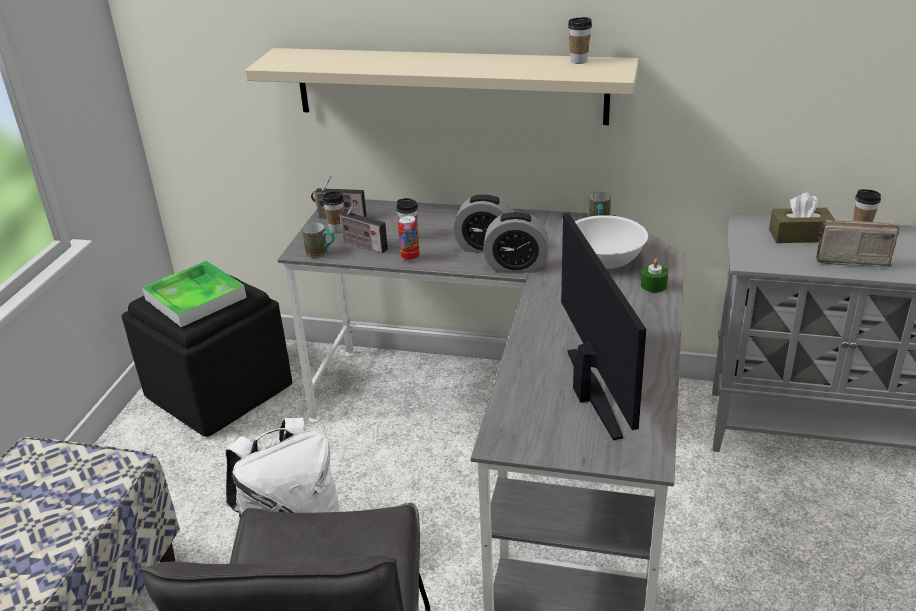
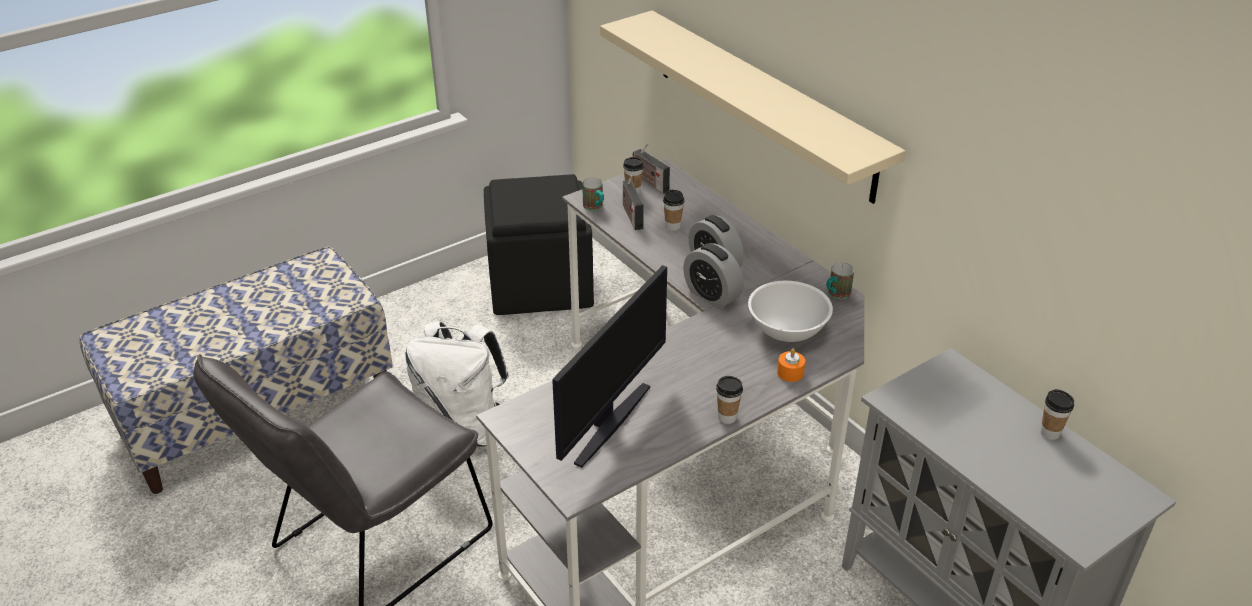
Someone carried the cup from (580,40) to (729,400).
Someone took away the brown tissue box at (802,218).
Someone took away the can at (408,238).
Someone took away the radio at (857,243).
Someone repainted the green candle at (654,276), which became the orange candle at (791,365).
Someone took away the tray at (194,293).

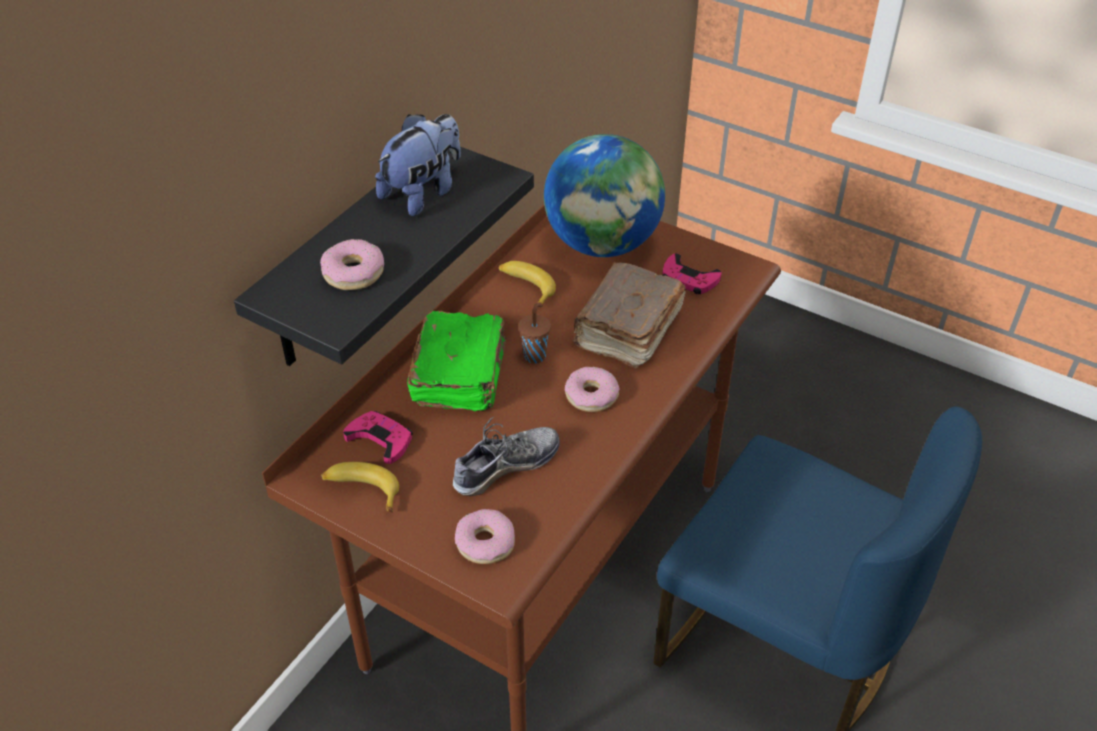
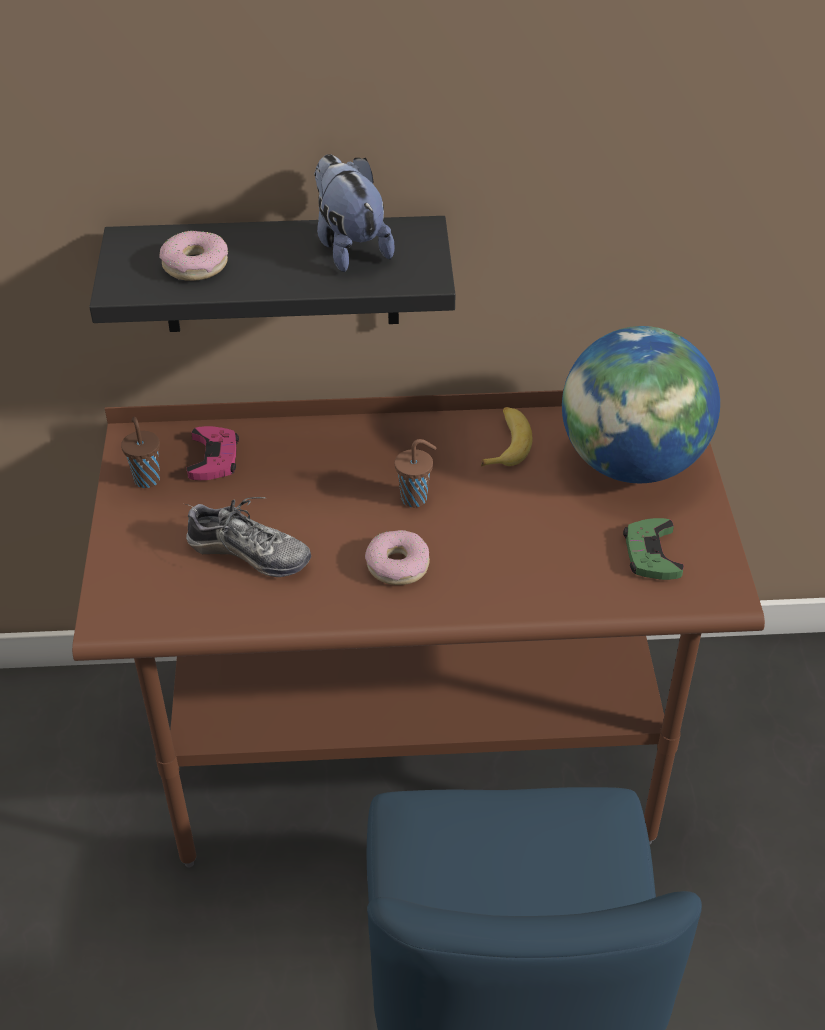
Someone rotated the plush toy at (418,165) by 120 degrees counterclockwise.
Someone repainted the pink game controller at (692,274), which became the green game controller at (653,549).
Someone took away the brown book at (629,315).
Someone took away the green book at (456,361).
Someone swapped the banana at (360,487) for the brown cup at (140,452).
Someone took away the donut at (485,536).

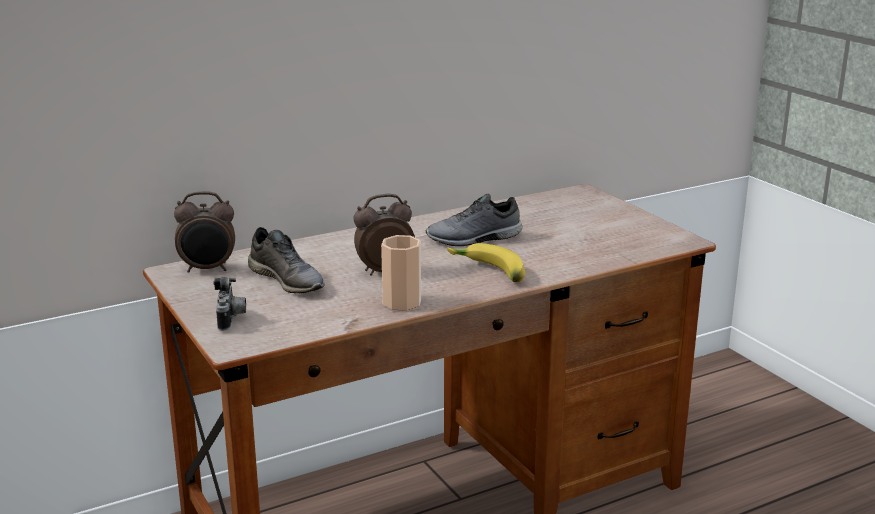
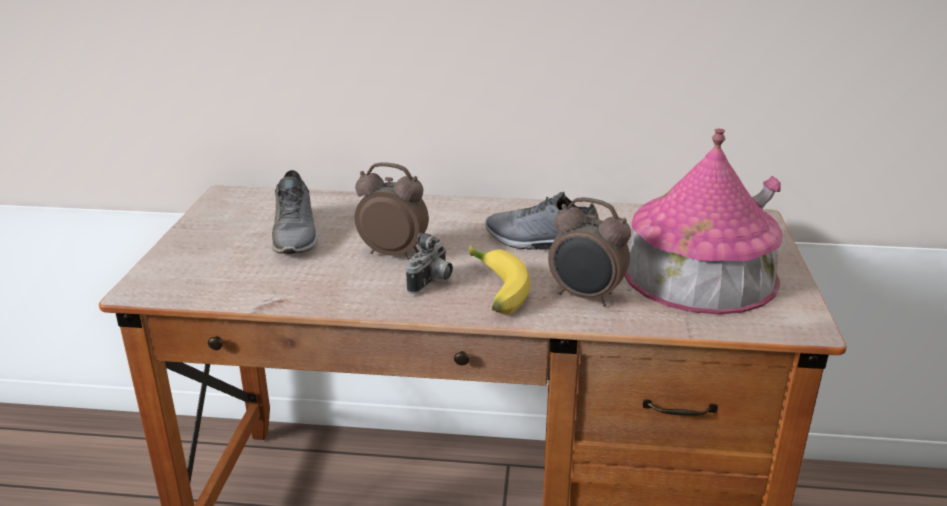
Someone carried the alarm clock from (204,232) to (589,252).
Someone took away the cup at (401,273).
Someone carried the photo camera from (229,304) to (429,263).
Someone put down the toy house at (703,222).

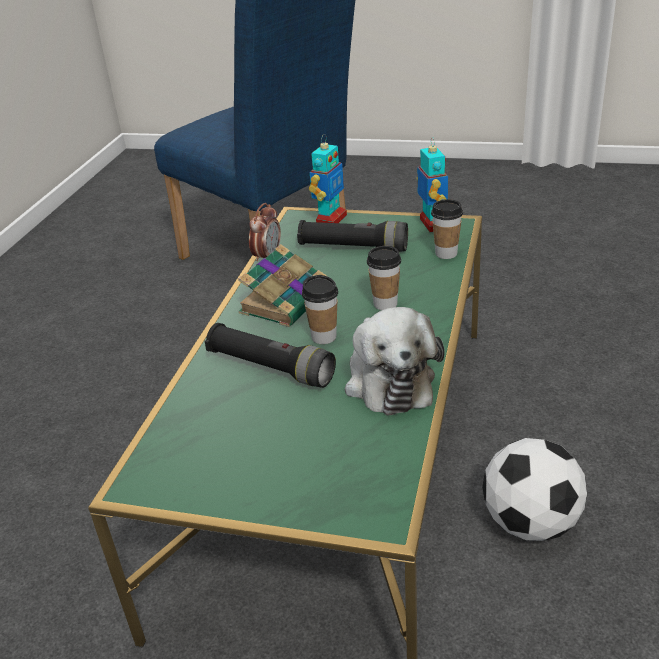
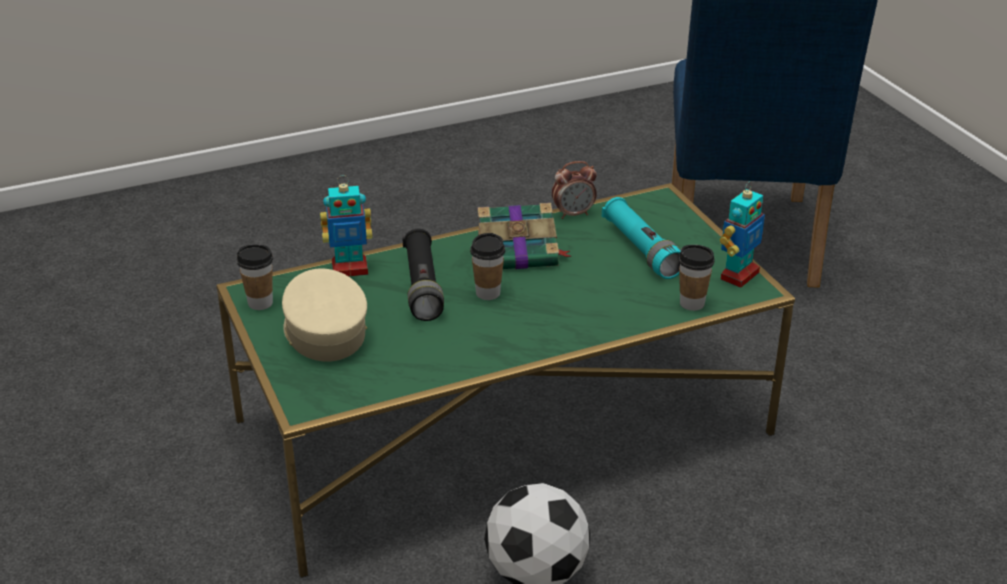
Someone carried the toy robot from (328,178) to (346,225).
Someone repainted the black flashlight at (352,236), which became the turquoise flashlight at (641,238).
Someone carried the cup from (384,278) to (255,277).
Someone took away the plush toy at (394,361).
Someone put down the beige cap at (324,315).

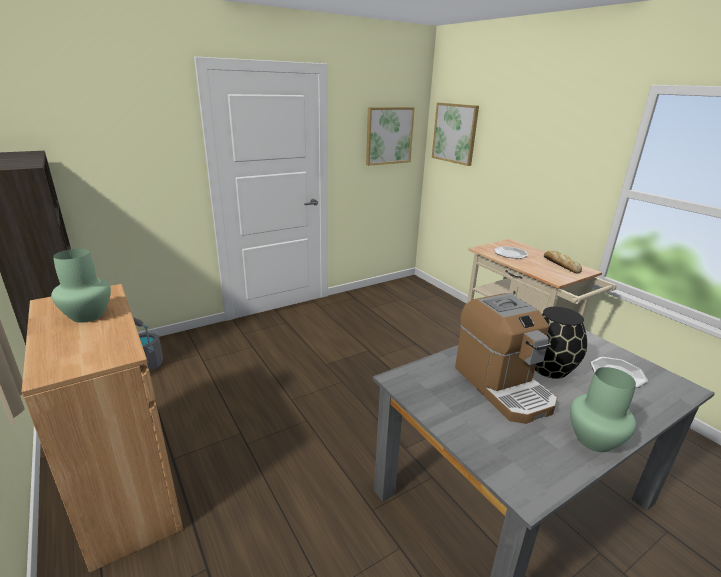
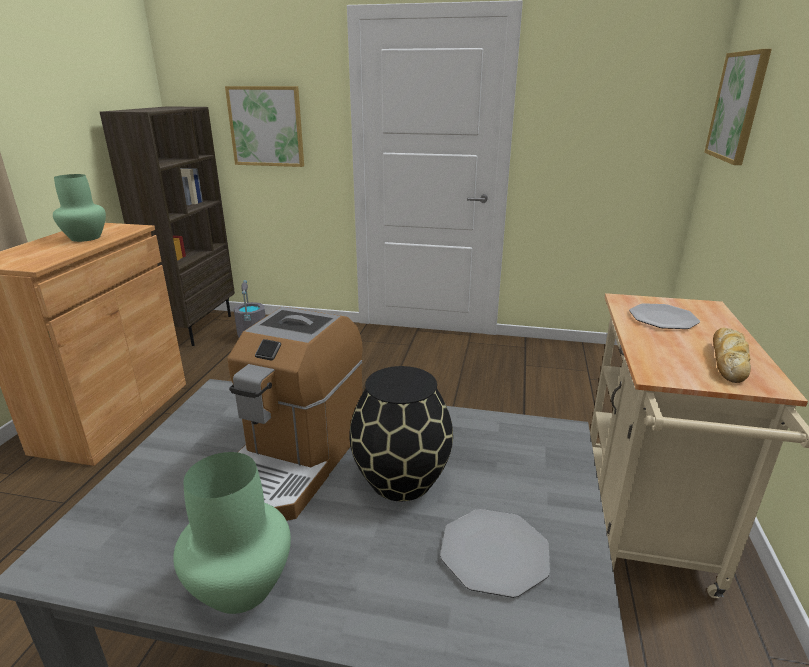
Someone carried the picture from (390,136) to (264,126).

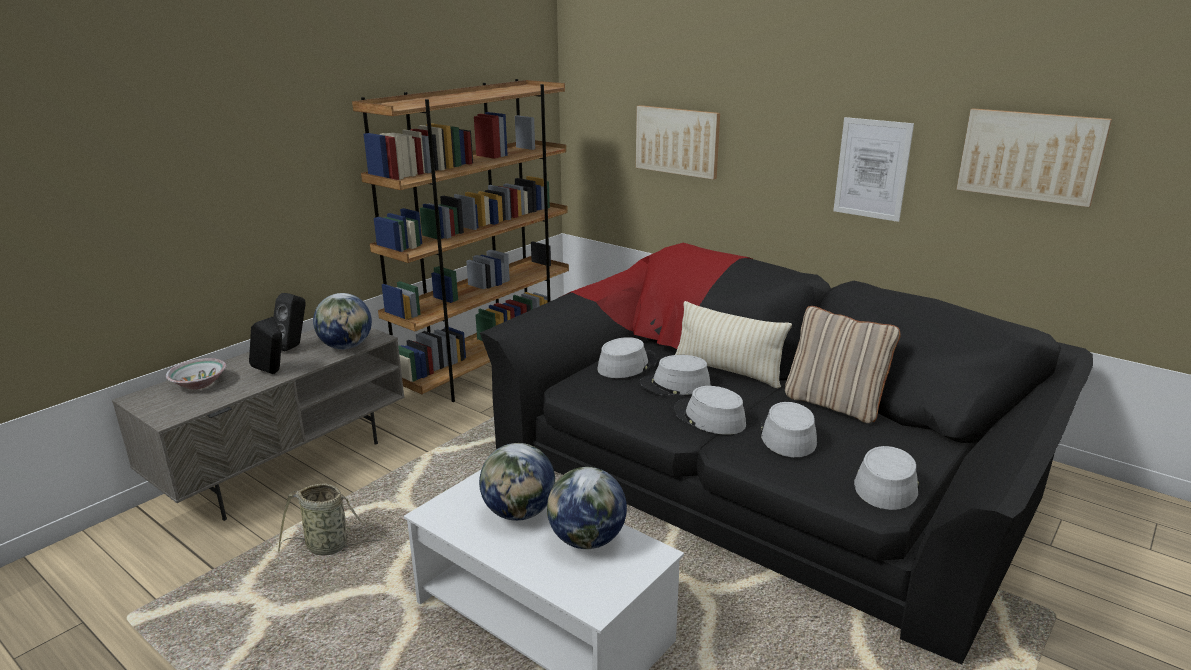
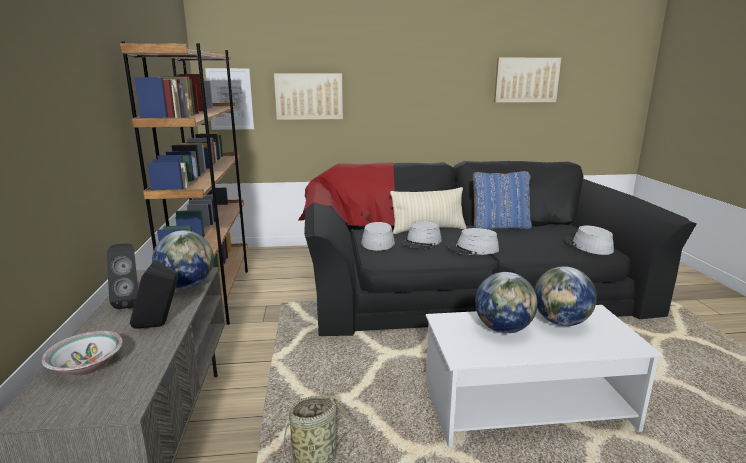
Someone carried the picture from (873,169) to (229,99).
Someone repainted the beige pillow at (843,364), which became the blue pillow at (502,200).
Someone took away the grey hat at (789,429).

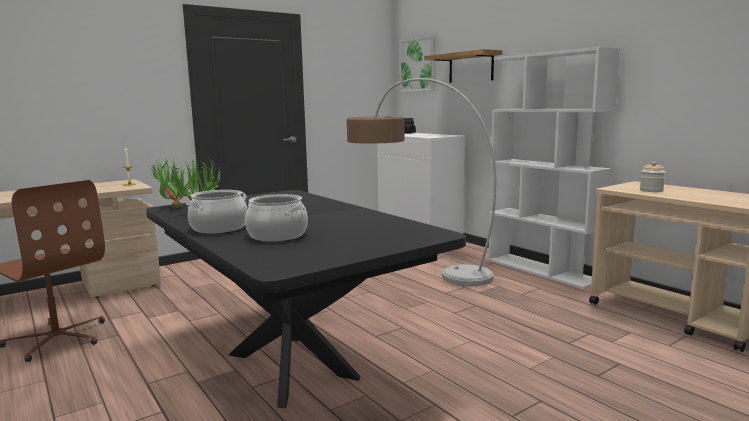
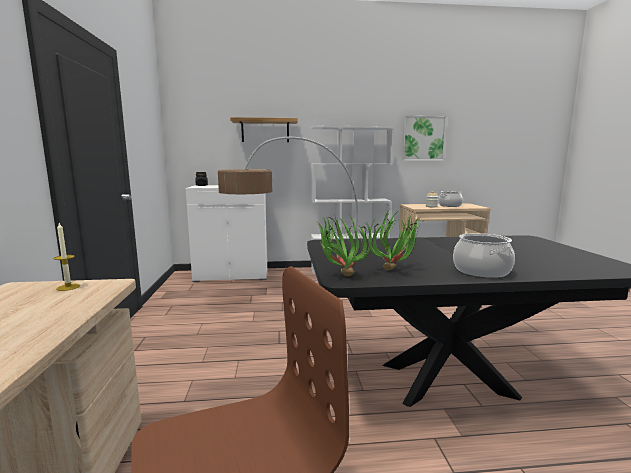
Someone carried the picture from (417,64) to (424,138).
Someone carried the cooking pot from (276,218) to (450,199).

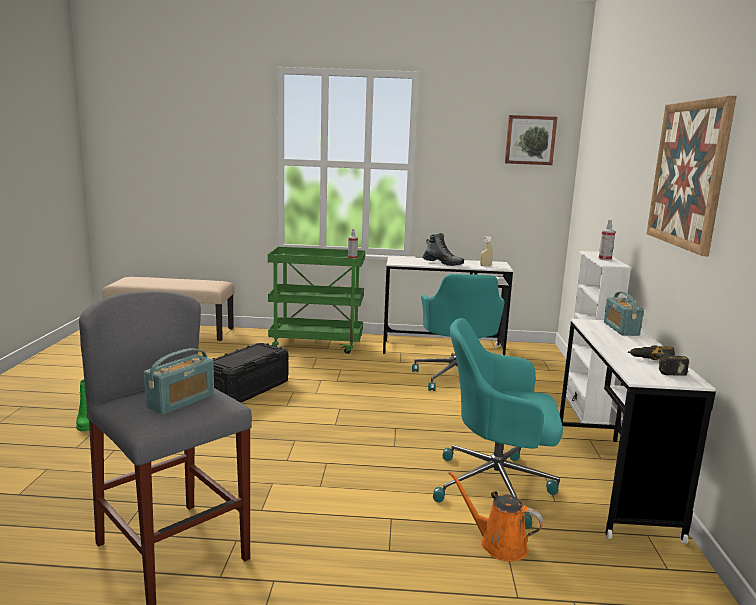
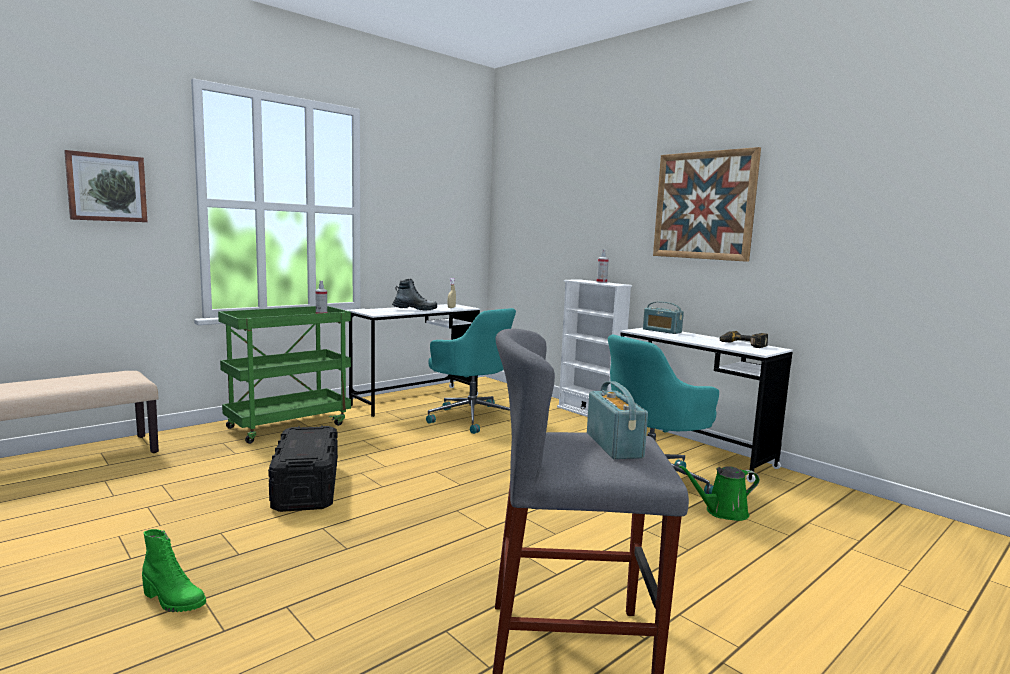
Someone carried the picture from (531,140) to (105,186).
Someone repainted the orange watering can at (496,516), which became the green watering can at (719,493).

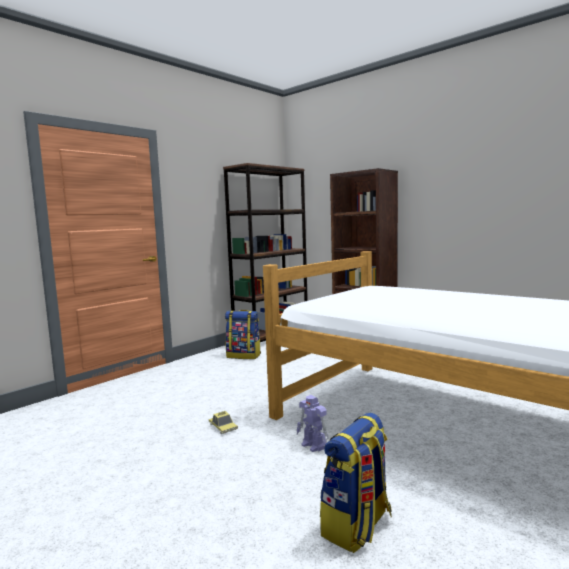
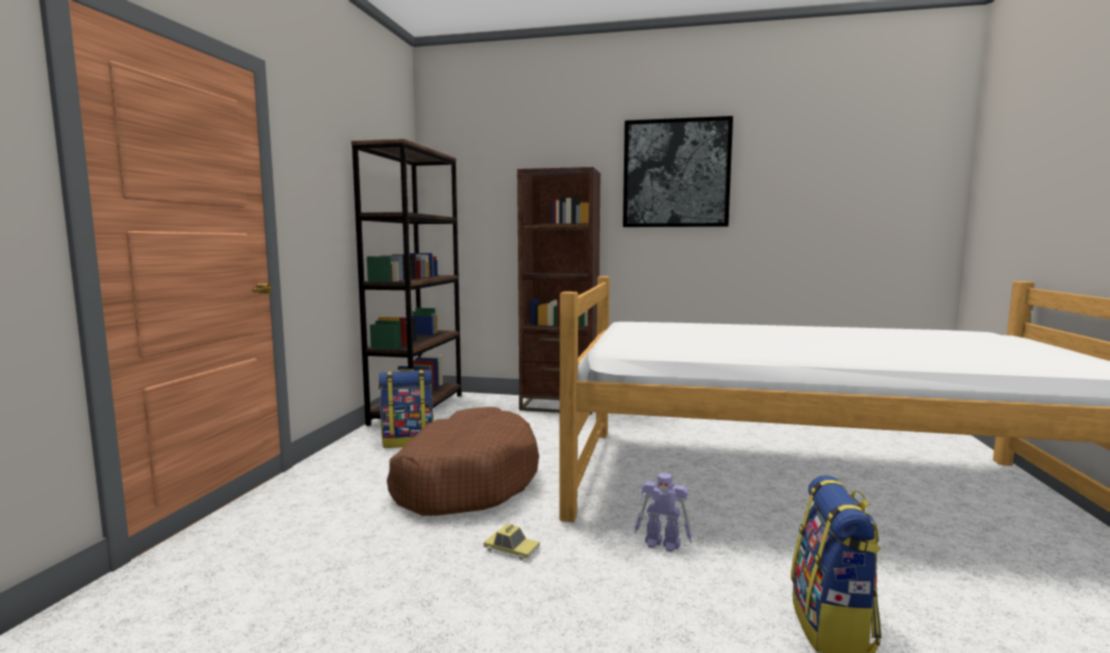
Someone put up the picture at (678,171).
Someone put down the brown dog bed at (463,461).

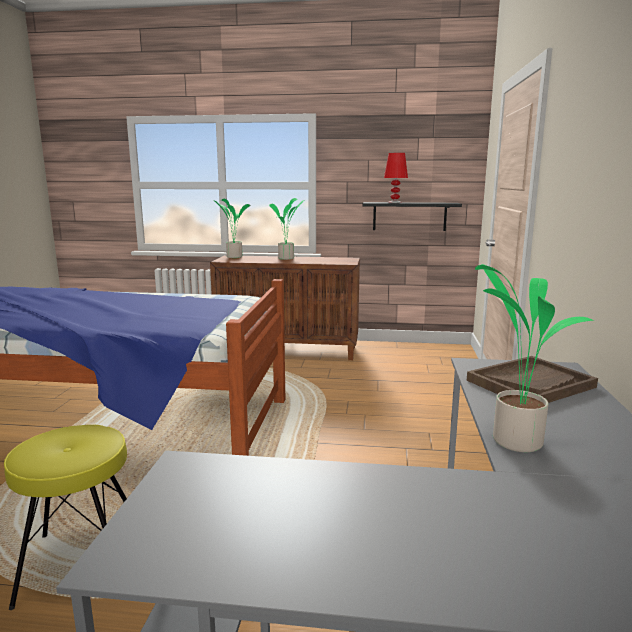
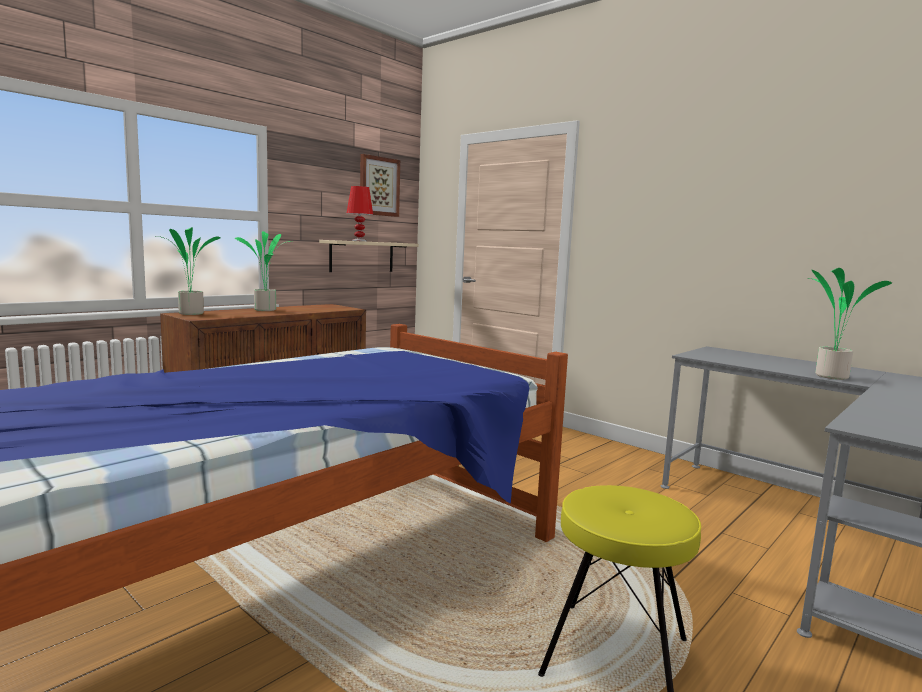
Someone repainted the black shelf at (412,216), which became the beige shelf at (369,256).
Someone took away the brown tray at (532,379).
Someone put up the picture at (380,185).

